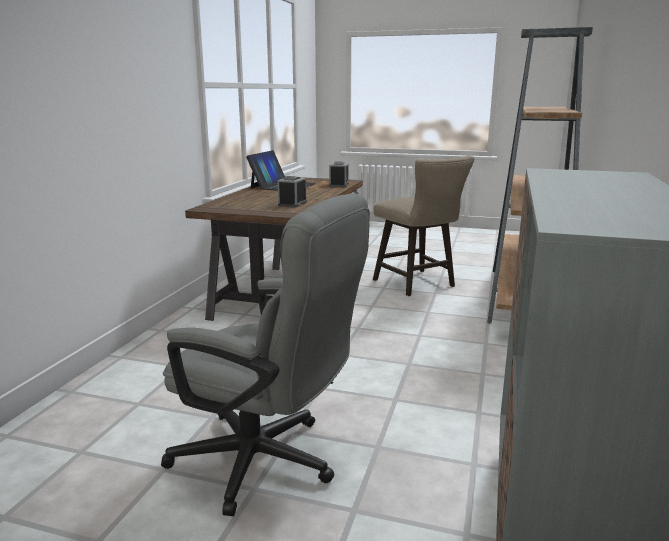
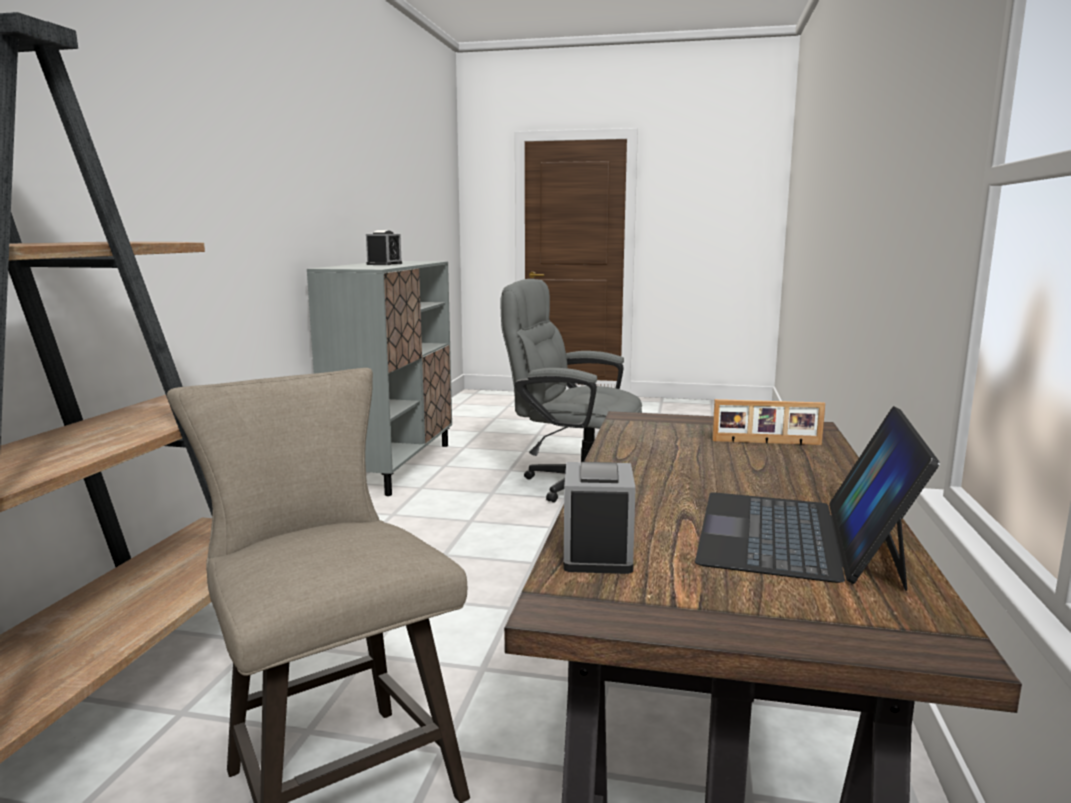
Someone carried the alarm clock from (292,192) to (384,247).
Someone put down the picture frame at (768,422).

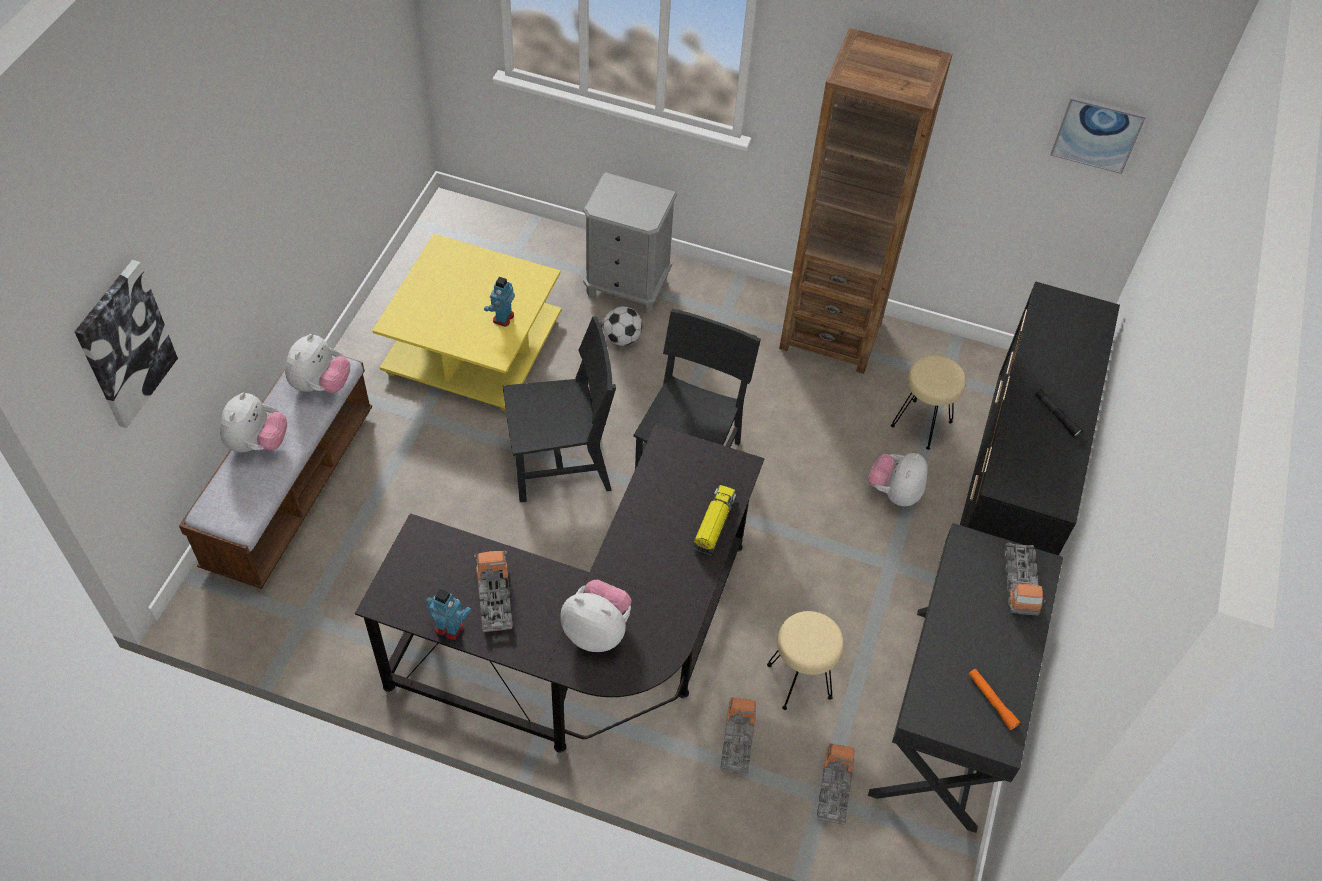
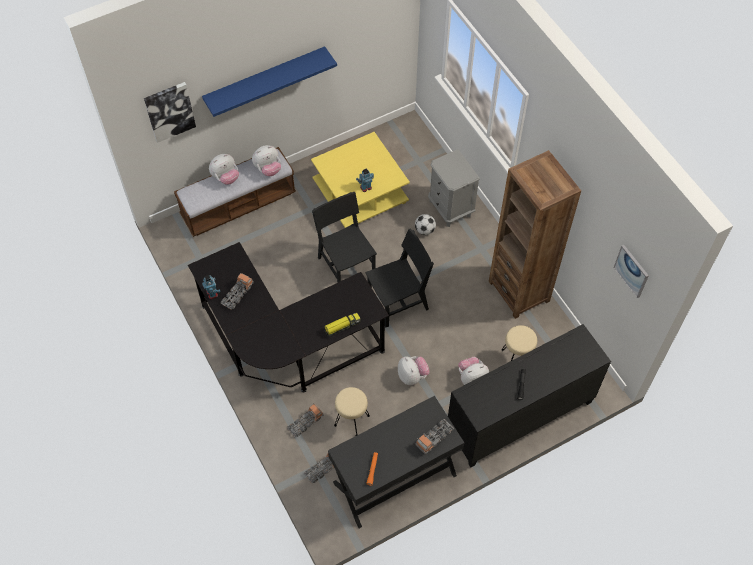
Someone rotated the black chair at (559,409) by 150 degrees counterclockwise.
Someone carried the plush toy from (596,616) to (414,370).
Someone put up the blue shelf at (269,81).

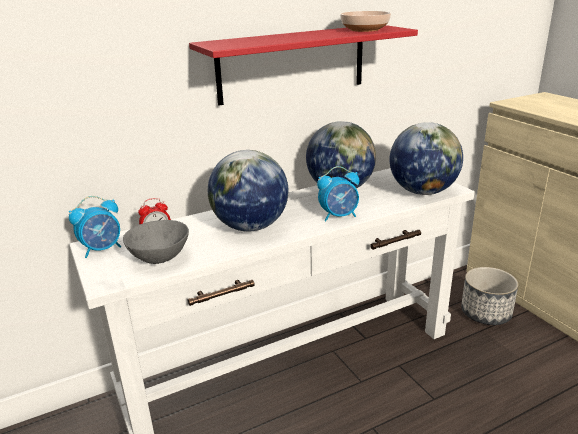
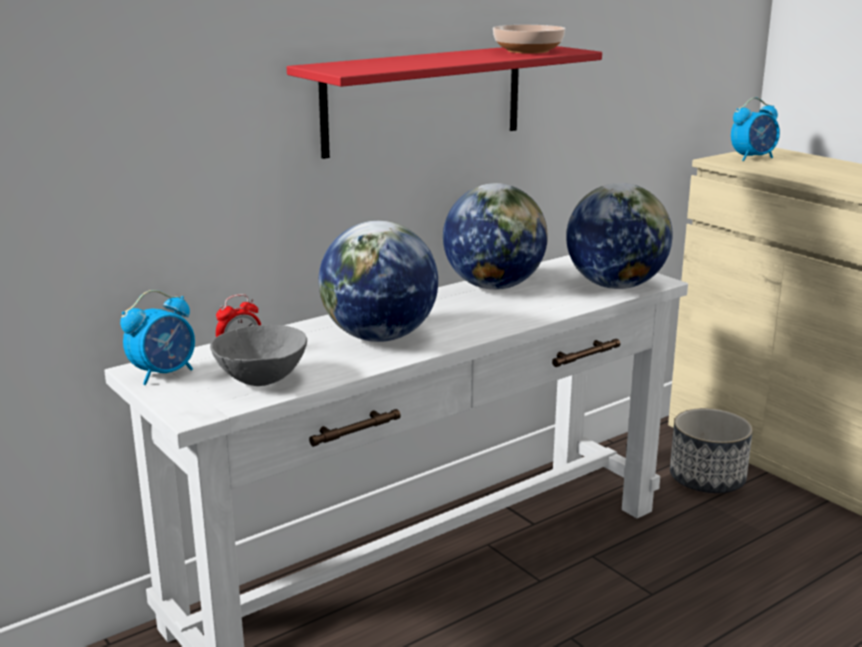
Someone carried the alarm clock from (338,193) to (755,129).

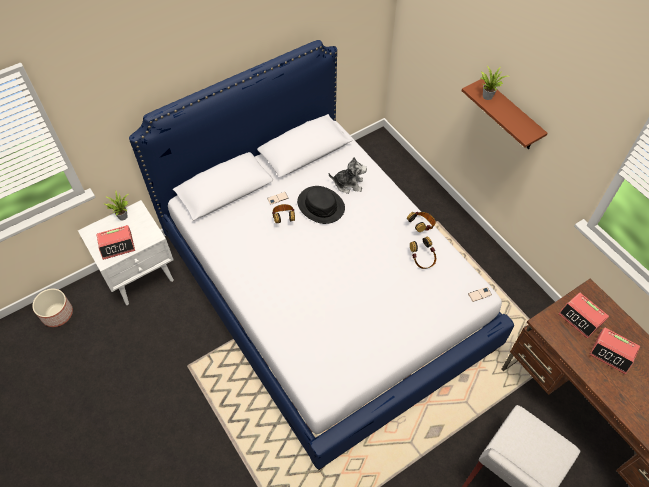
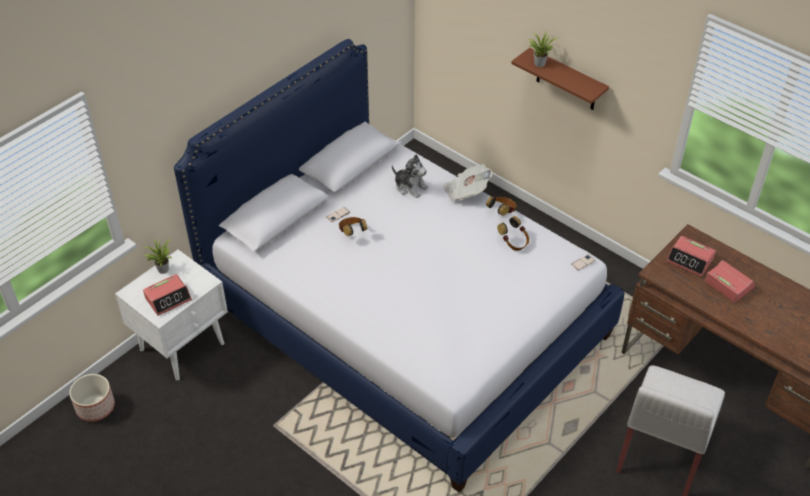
Someone rotated the plush toy at (348,175) by 45 degrees clockwise.
Someone took away the black hat at (321,205).
Someone rotated the alarm clock at (614,351) by 150 degrees counterclockwise.
Someone put down the newspaper at (468,183).

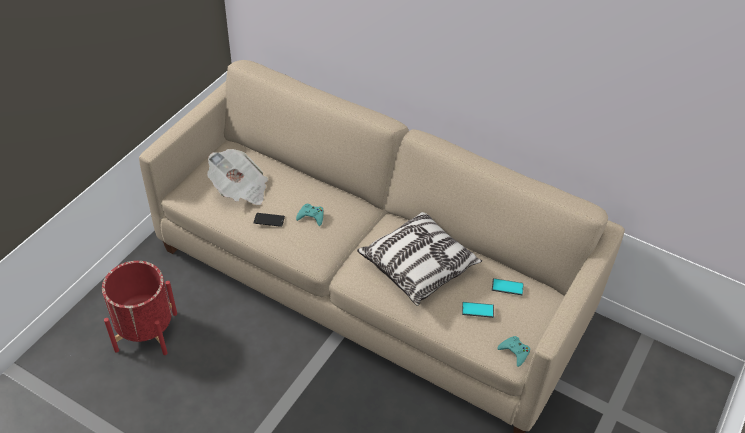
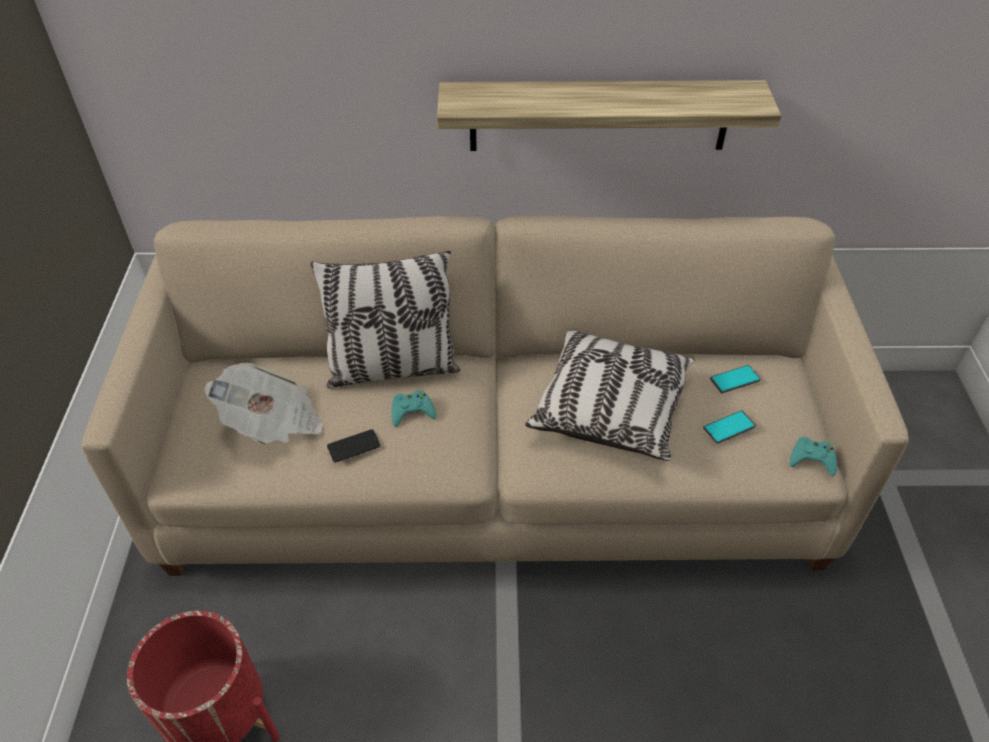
Someone put up the shelf at (609,115).
Someone put down the pillow at (385,319).

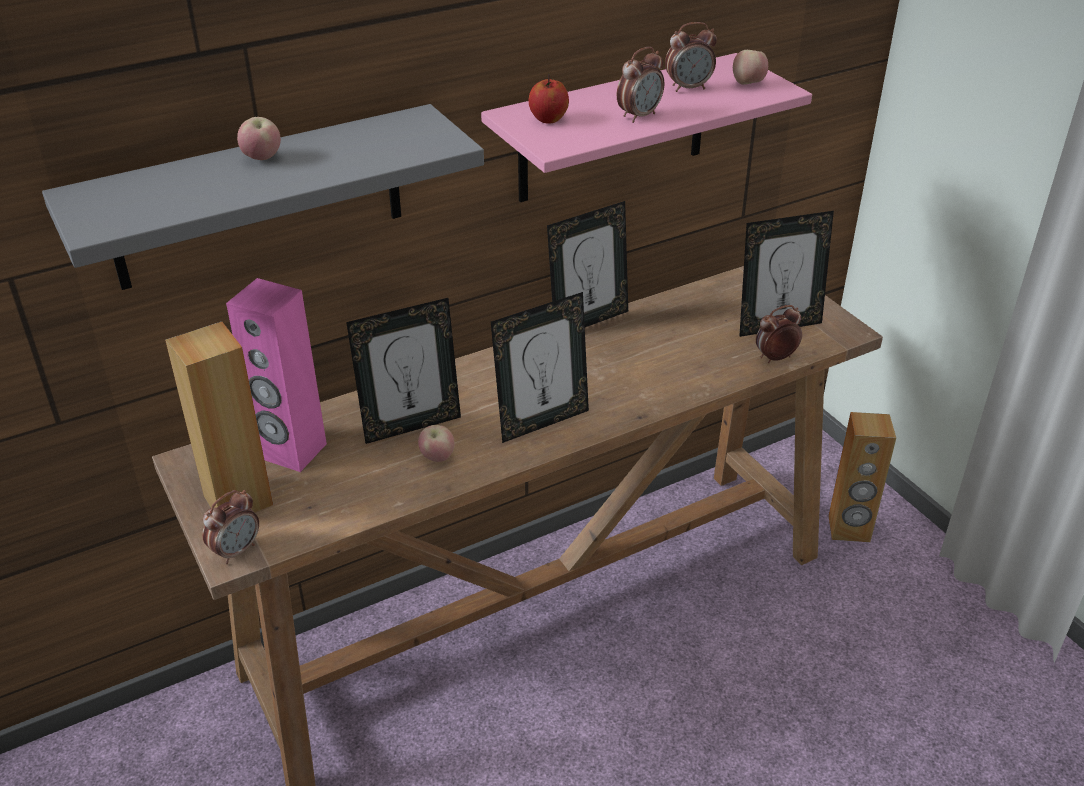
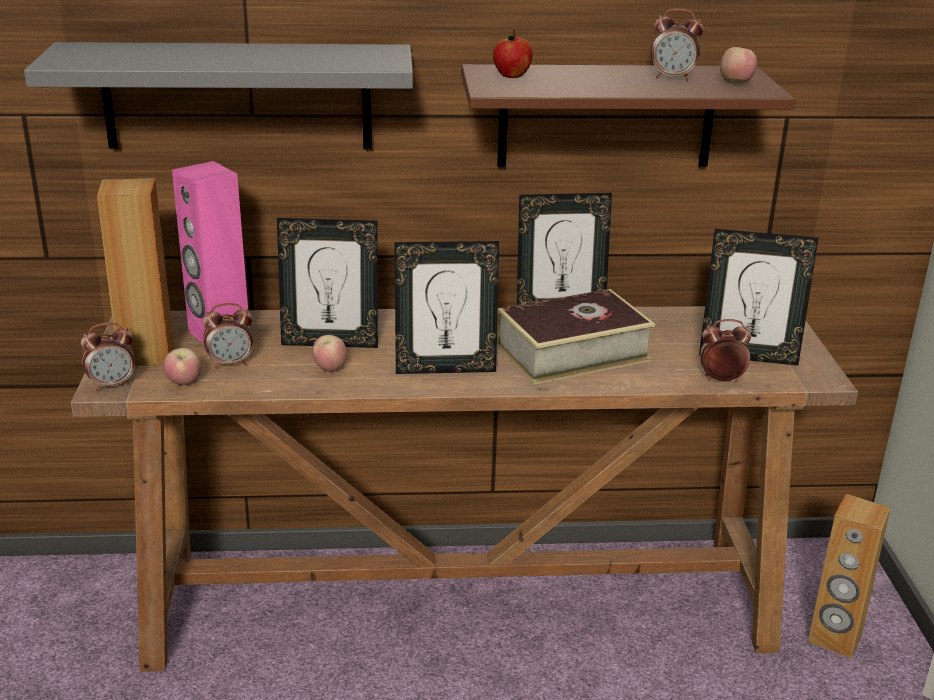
Someone carried the alarm clock from (640,85) to (228,335).
Someone repainted the pink shelf at (646,127), which became the brown shelf at (628,115).
Someone carried the apple from (259,138) to (182,366).
Someone put down the book at (576,337).

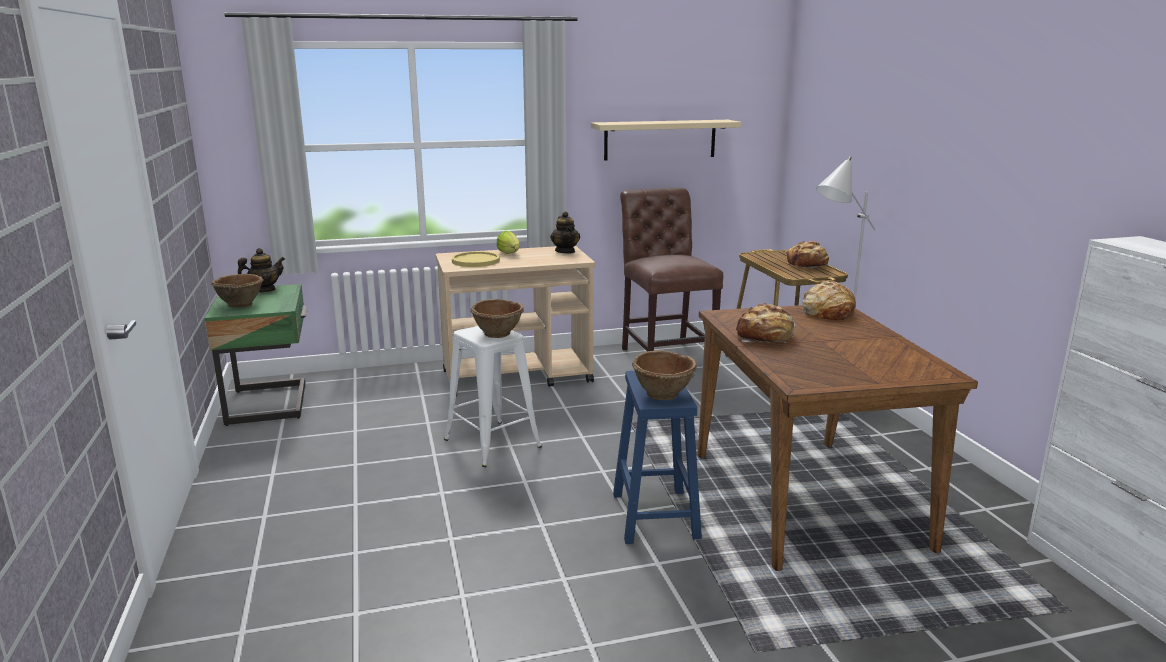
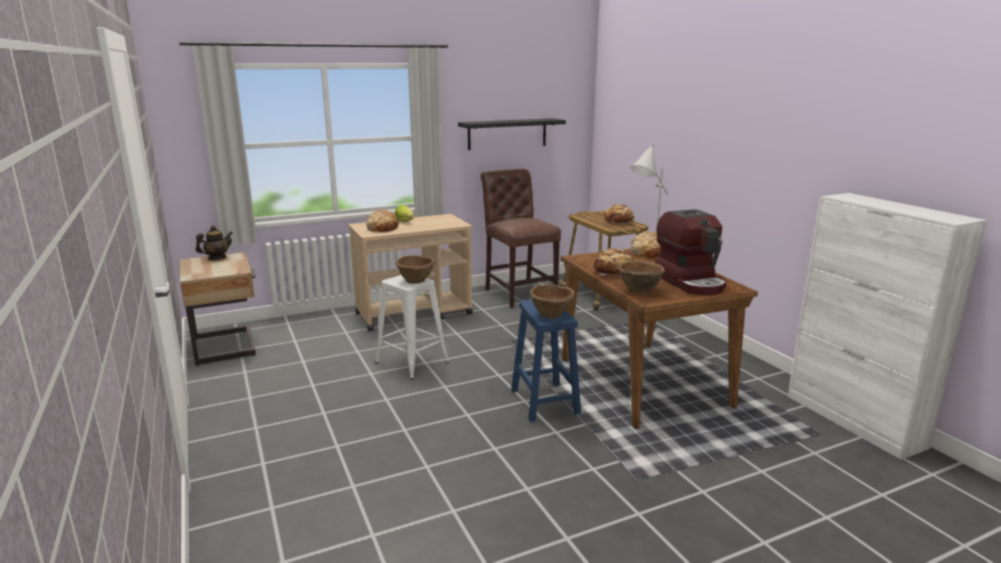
Someone repainted the beige shelf at (666,140), which became the black shelf at (512,134).
Someone took away the teapot at (565,232).
Someone swapped the yellow plate at (476,259) for the bread at (382,220).
Someone carried the brown bowl from (237,291) to (641,277).
Someone repainted the green nightstand at (256,355), which became the beige nightstand at (218,309).
Someone put down the coffee machine at (691,252).

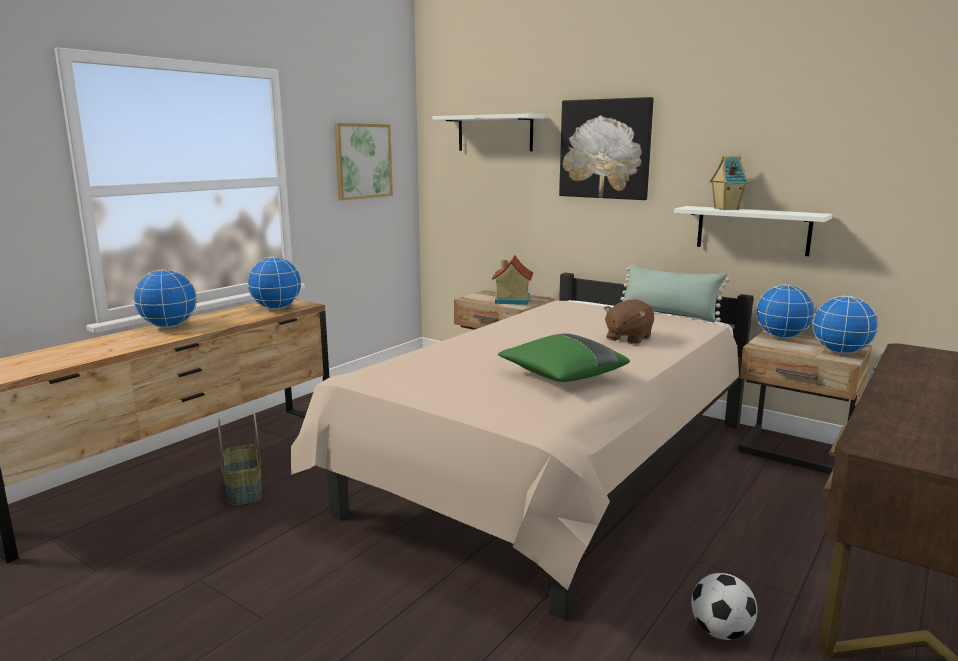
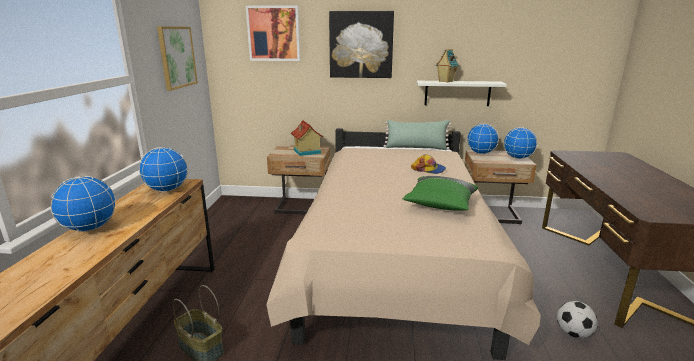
Someone swapped the white shelf at (488,132) for the picture at (273,33).
Someone swapped the brown plush toy at (629,321) for the cap at (428,164).

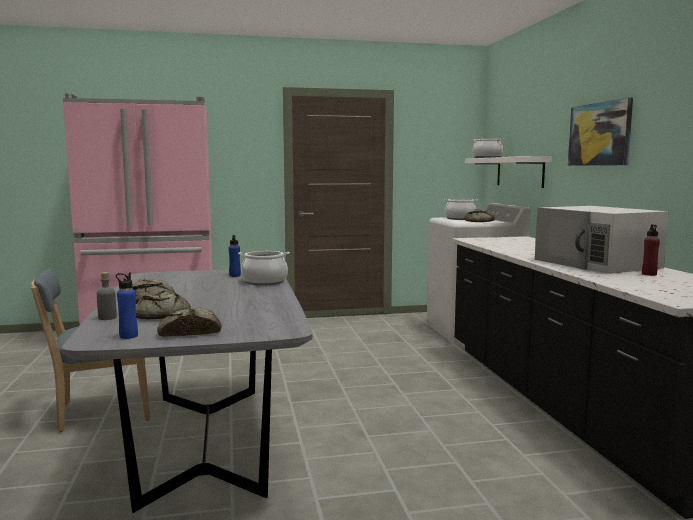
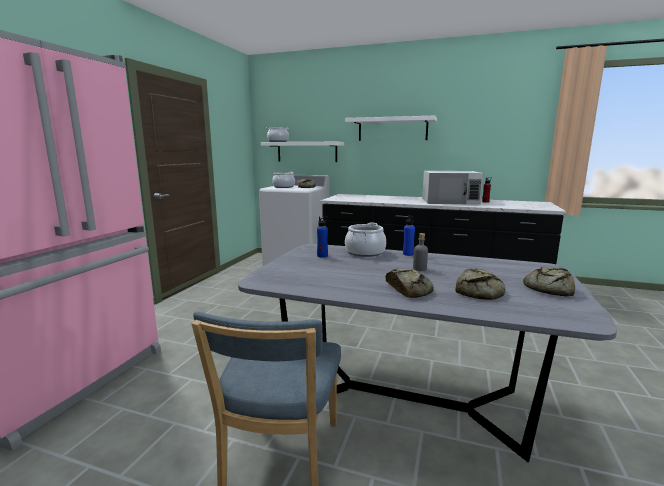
Someone swapped the picture at (600,131) for the white shelf at (391,128).
Someone carried the grey bottle from (107,296) to (420,252).
Someone carried the blue bottle from (127,306) to (409,235).

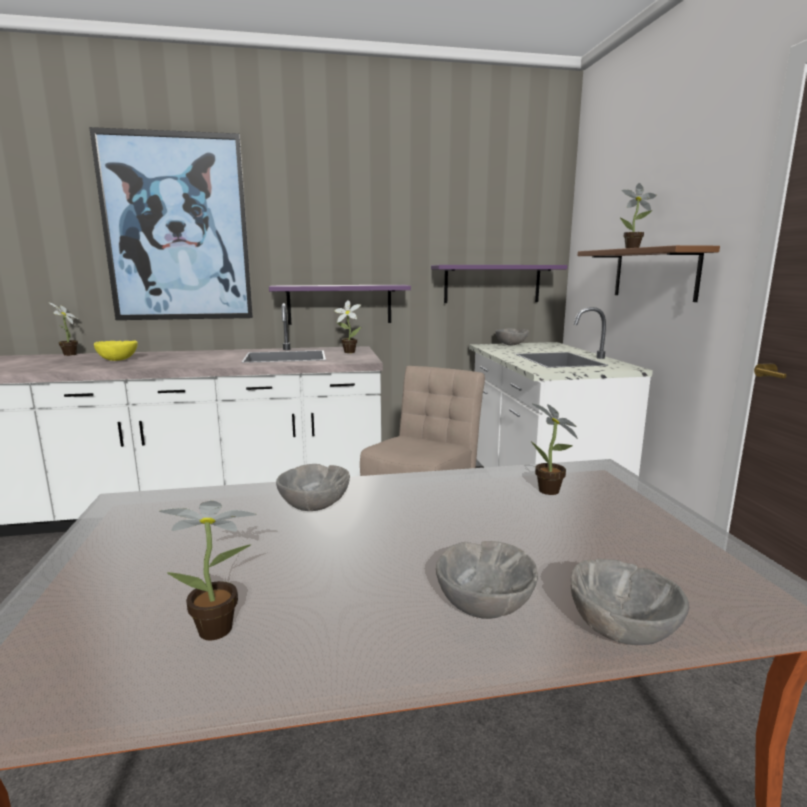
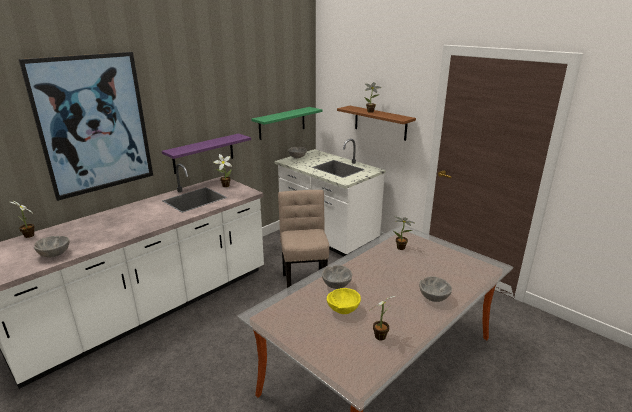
Someone repainted the purple shelf at (499,284), which became the green shelf at (286,123).
Someone carried the yellow bowl from (116,351) to (344,301).
Someone carried the grey bowl from (630,602) to (51,246).

